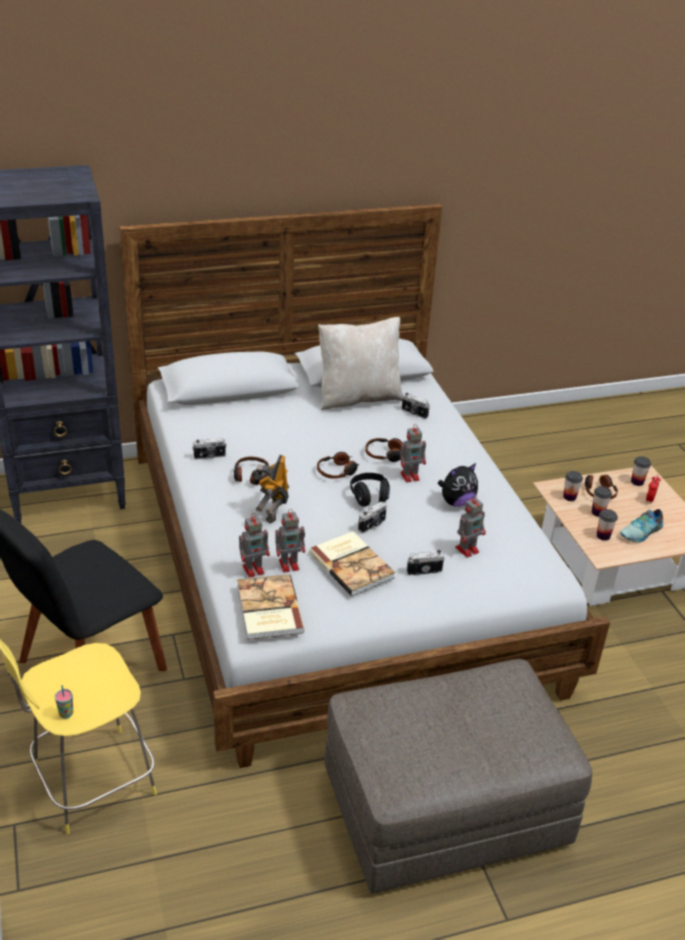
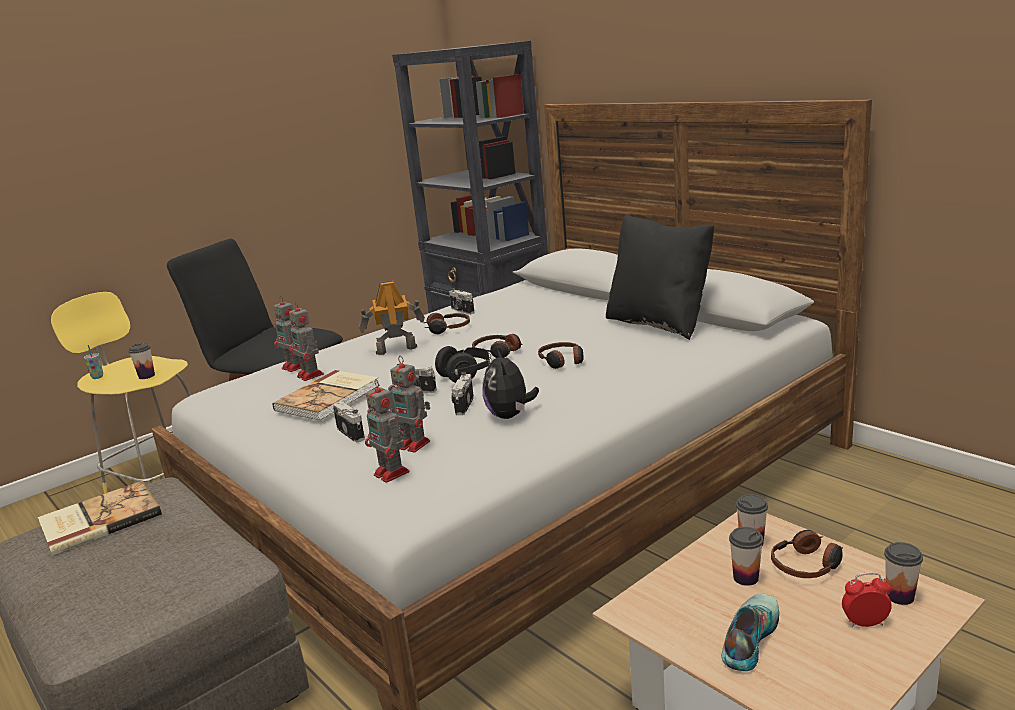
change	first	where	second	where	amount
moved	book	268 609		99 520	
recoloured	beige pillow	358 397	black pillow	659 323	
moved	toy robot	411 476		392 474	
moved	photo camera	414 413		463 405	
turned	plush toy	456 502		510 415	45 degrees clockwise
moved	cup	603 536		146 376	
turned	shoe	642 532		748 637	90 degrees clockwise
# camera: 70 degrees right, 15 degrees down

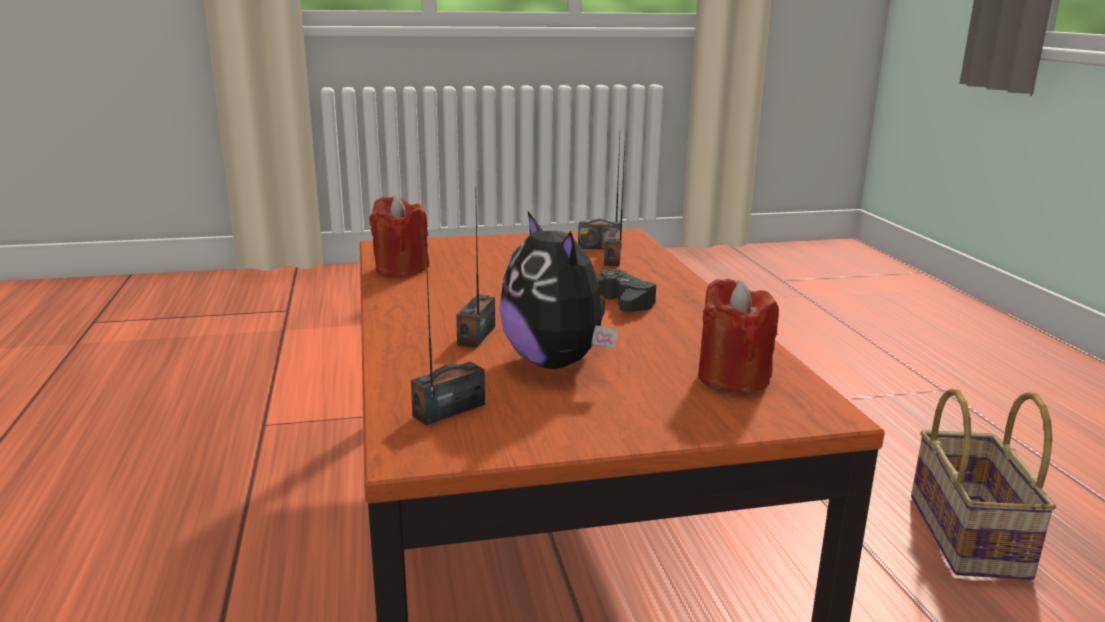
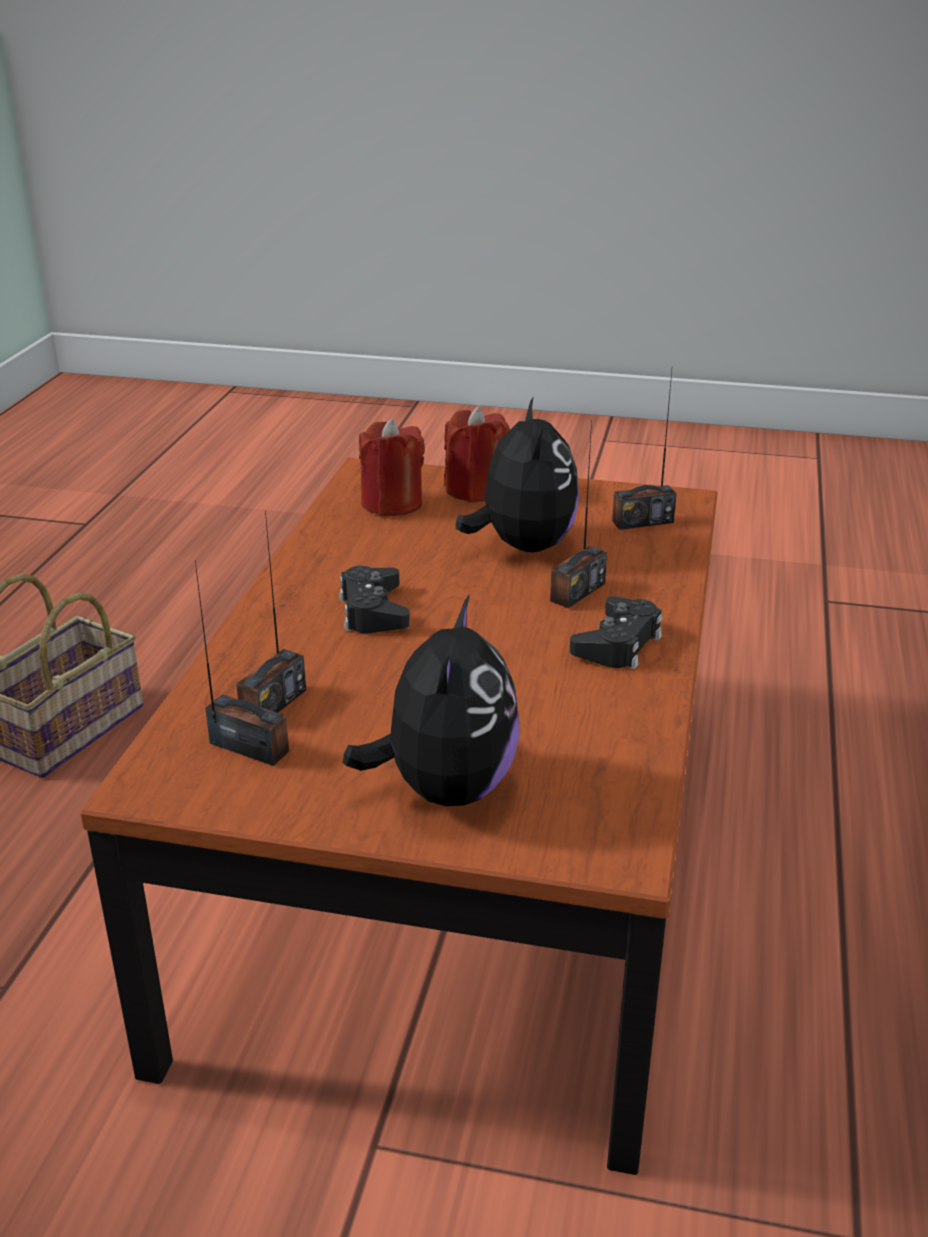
change	first	where	second	where	amount
moved	red candle	401 269		475 490	
added			plush toy	444 788	
added			black game controller	618 644	
# camera: 155 degrees left, 10 degrees up

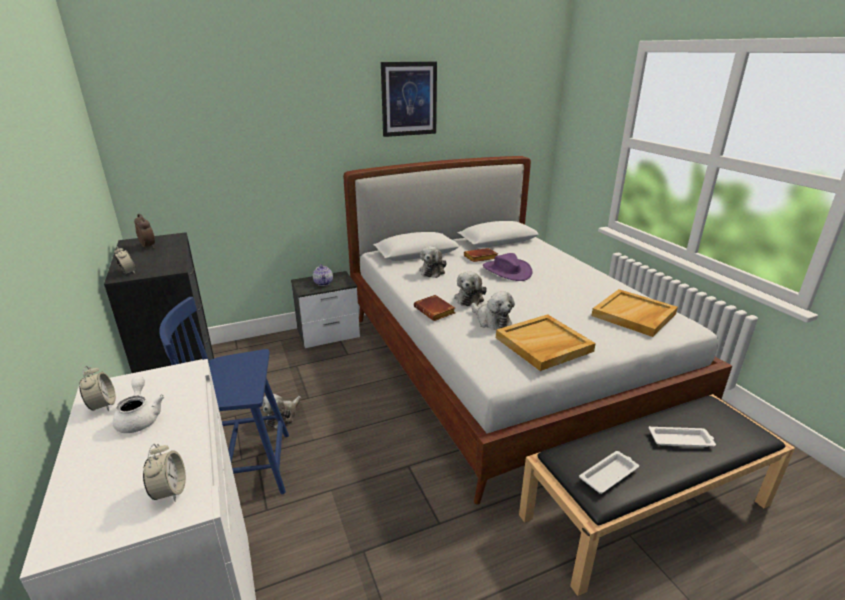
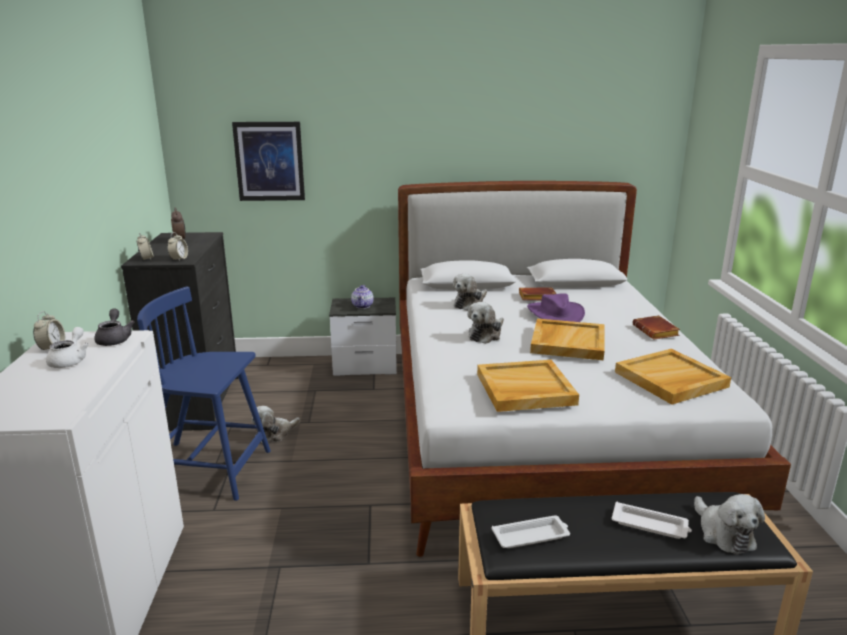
change	first	where	second	where	amount
moved	alarm clock	170 491		179 259	
moved	picture	409 99		269 161	
moved	brown book	436 311		657 332	
moved	plush toy	491 321		723 533	
added			grey teapot	114 339	
added			beige tray	567 342	
# camera: 20 degrees right, 5 degrees down

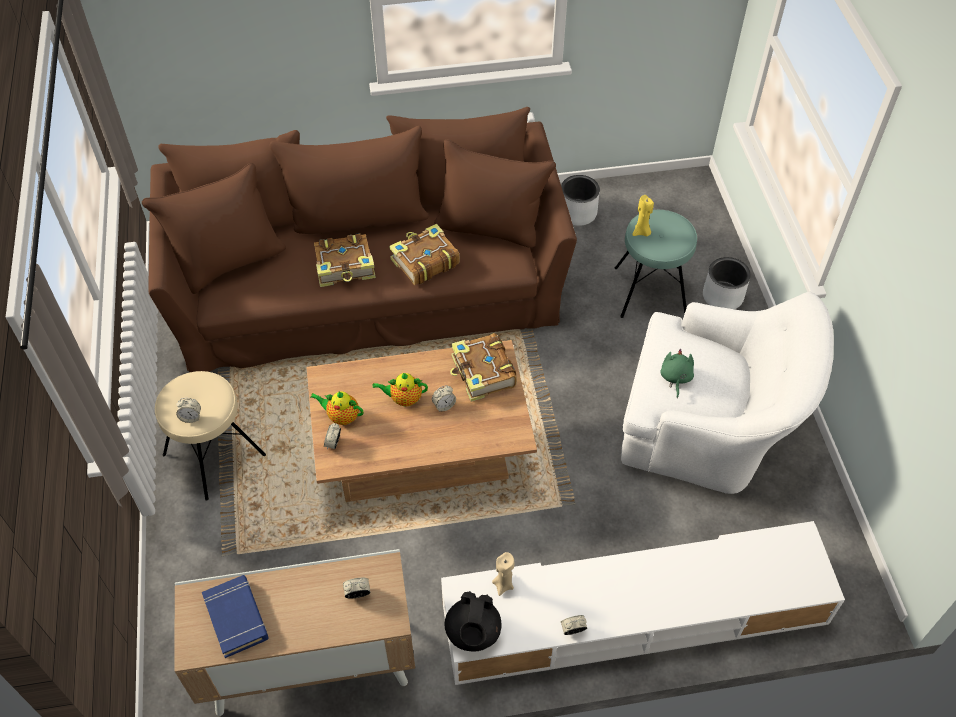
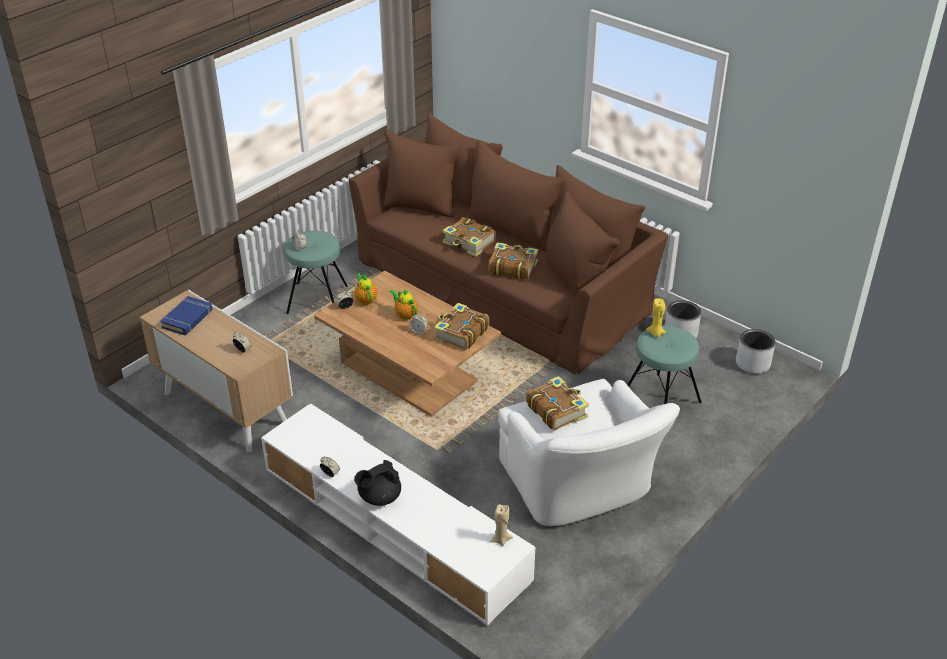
change	first	where	second	where	amount
recoloured	beige stool	214 454	turquoise stool	317 299	
moved	black teapot	473 633		379 497	
moved	beige candle	503 584		501 539	
replaced	green plush toy	675 378	book	556 410	
moved	grey planter	722 296		753 363	
# camera: 50 degrees right, 15 degrees down

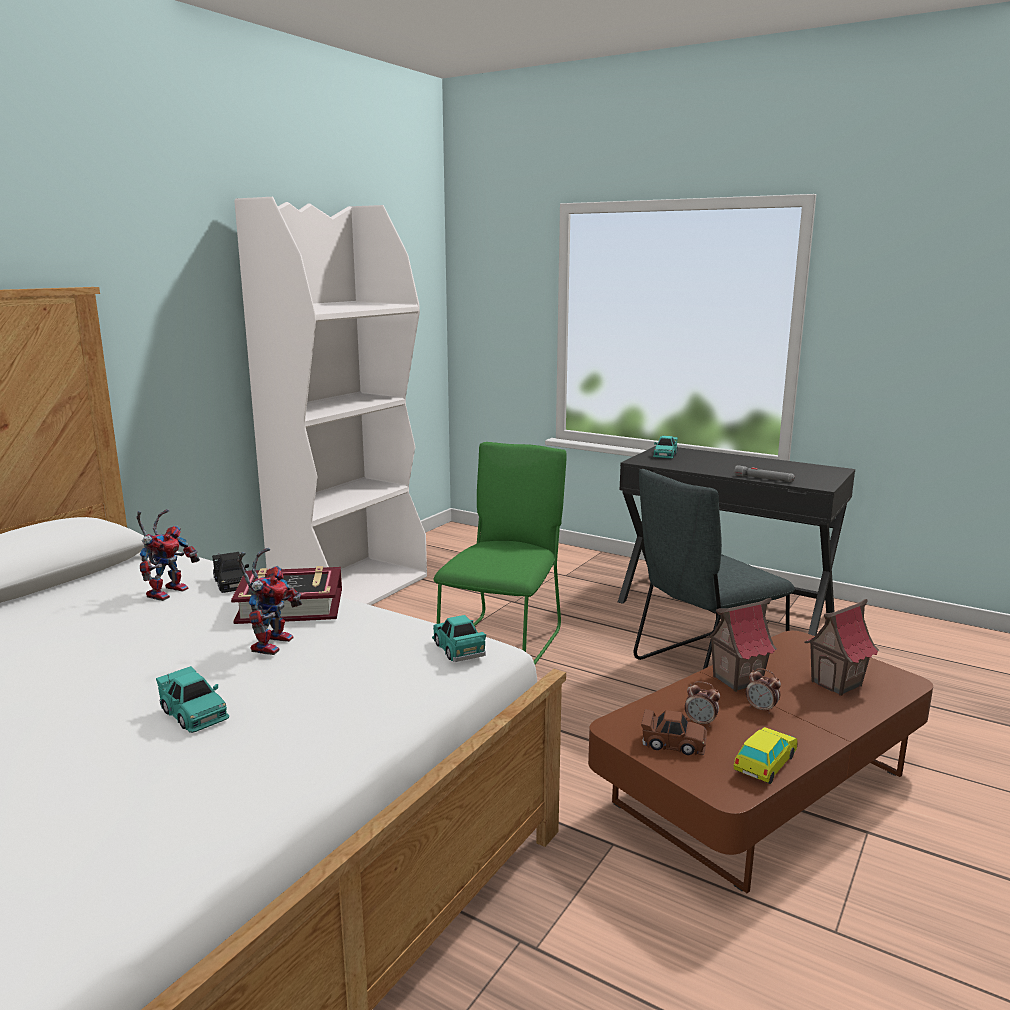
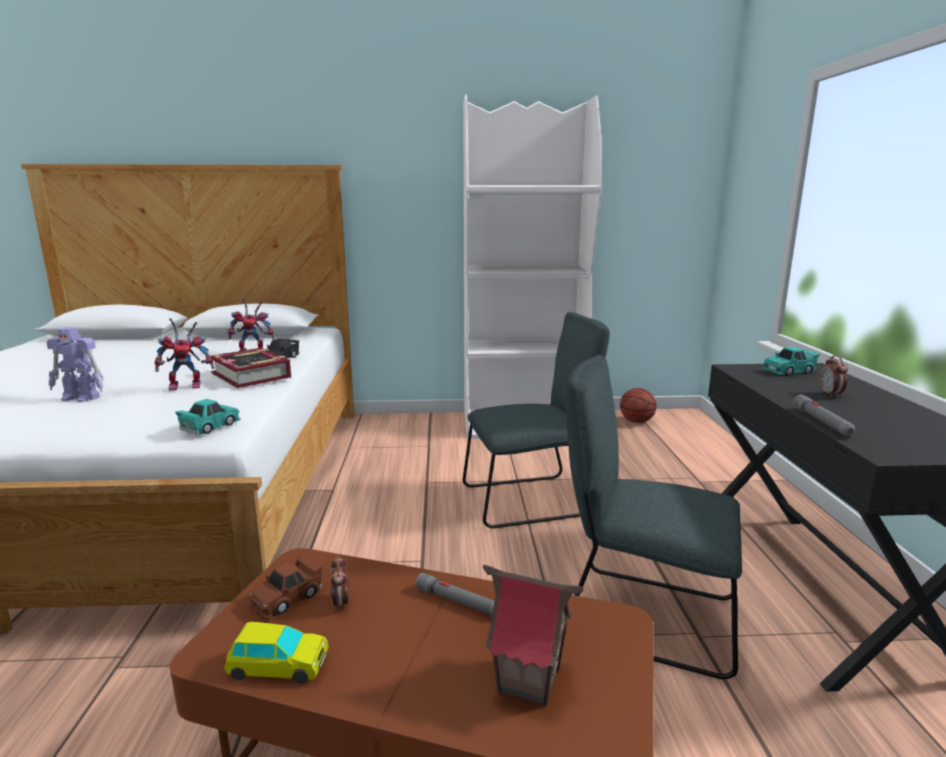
change	first	where	second	where	amount
replaced	turquoise toy car	194 713	toy robot	81 398	
recoloured	green chair	504 642	grey chair	532 500	
turned	brown toy car	673 744		287 598	60 degrees clockwise
replaced	toy house	736 680	grey flashlight	458 602	
moved	alarm clock	761 709		831 394	
added			basketball	636 421	
# camera: 55 degrees right, 0 degrees up

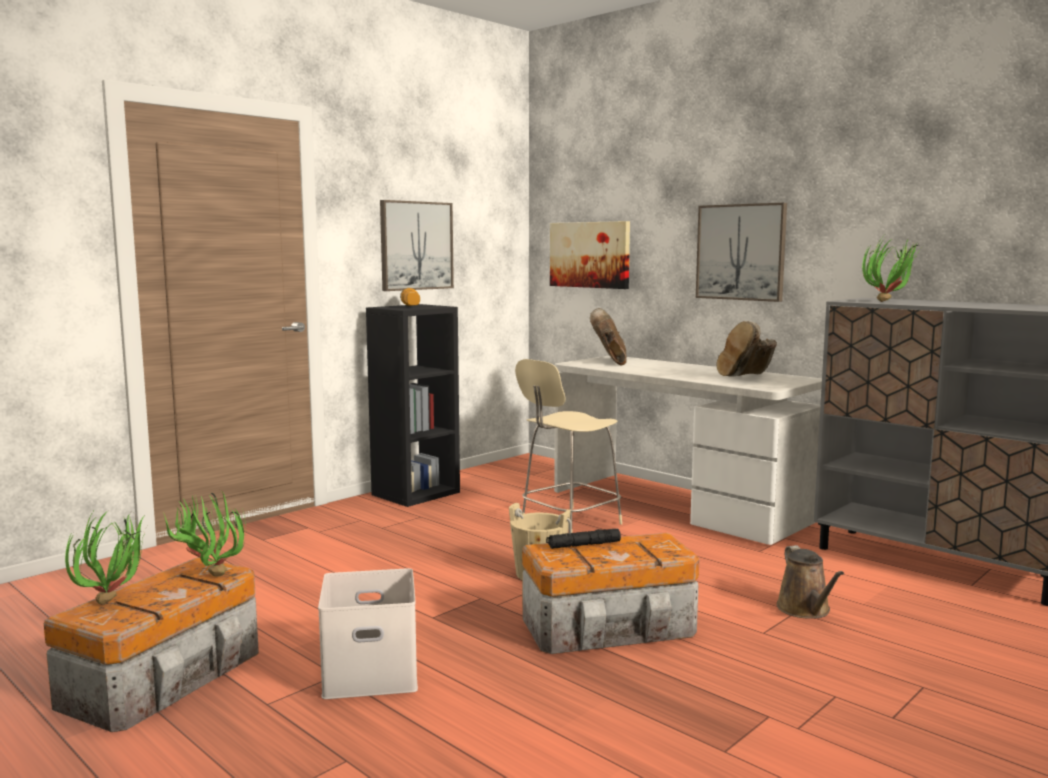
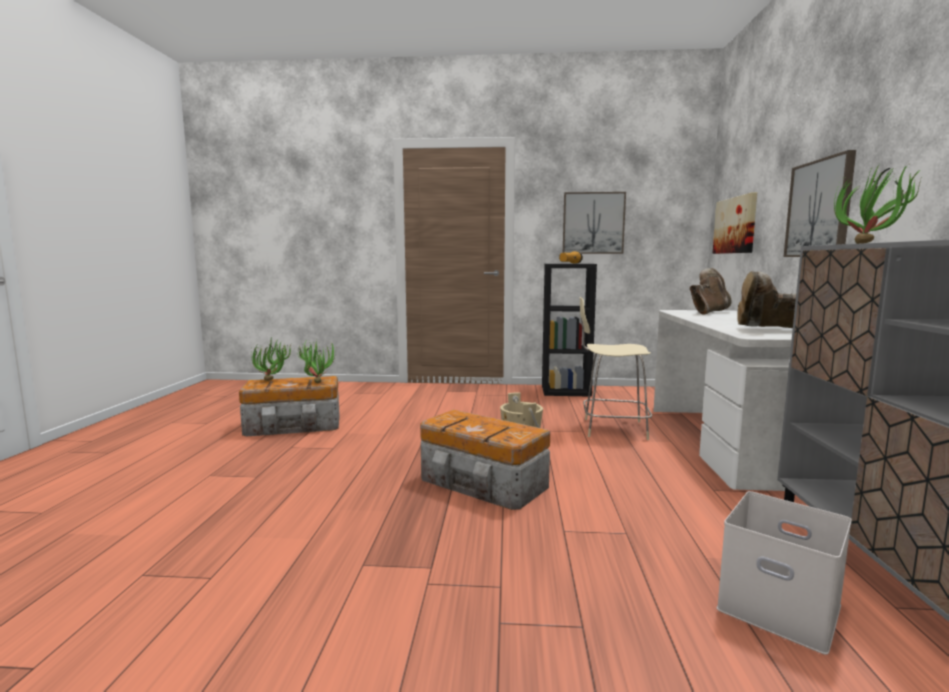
change	first	where	second	where	amount
moved	white storage box	372 671		781 606	
removed	black flashlight	583 545			
removed	brown watering can	806 610			
# camera: 50 degrees right, 0 degrees up

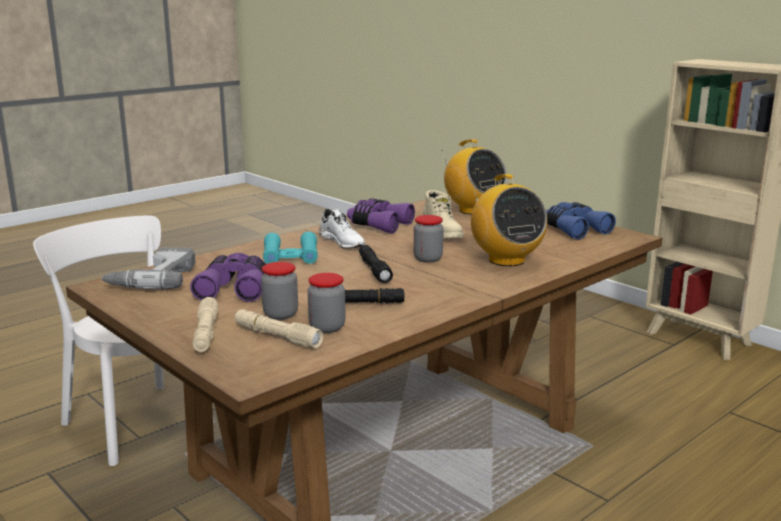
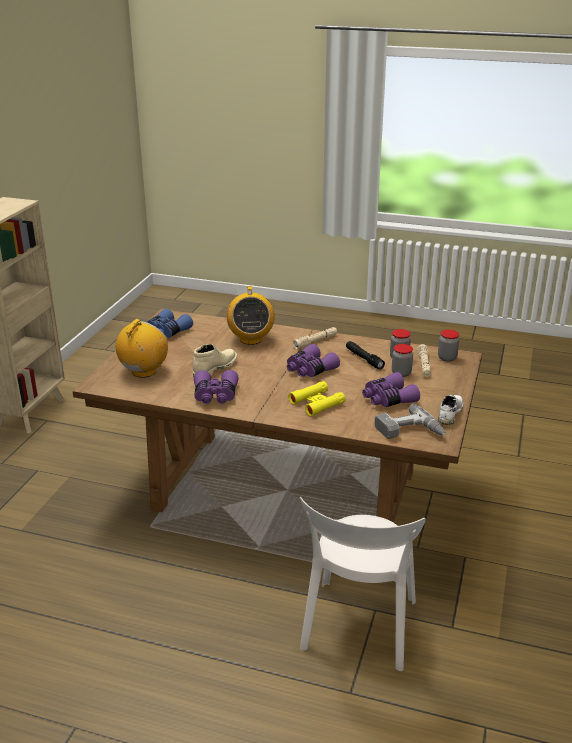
change	first	where	second	where	amount
moved	beige flashlight	206 333		315 342	
recoloured	turquoise binoculars	290 256	yellow binoculars	316 403	
moved	white shoe	343 242		449 413	
replaced	black flashlight	374 270	purple binoculars	310 369	
moved	jar	428 259		447 358	
turned	radio	506 260		250 339	135 degrees clockwise
# camera: 120 degrees left, 10 degrees up

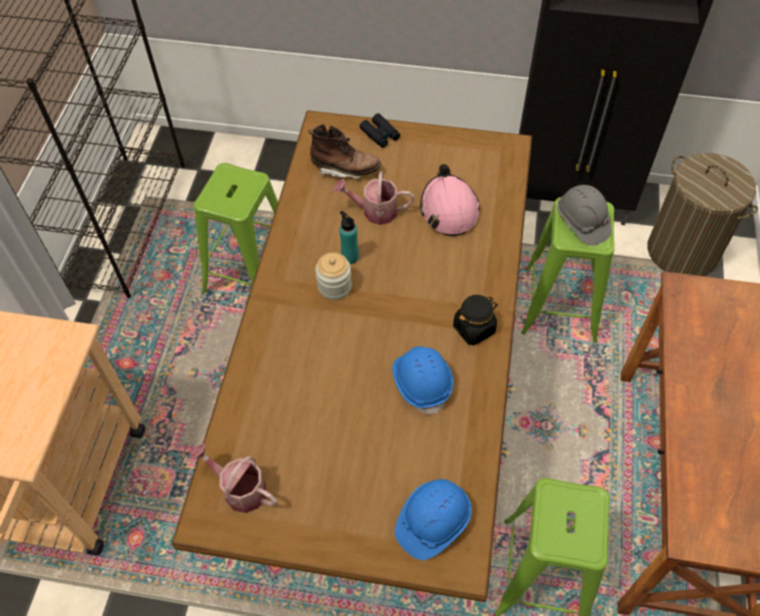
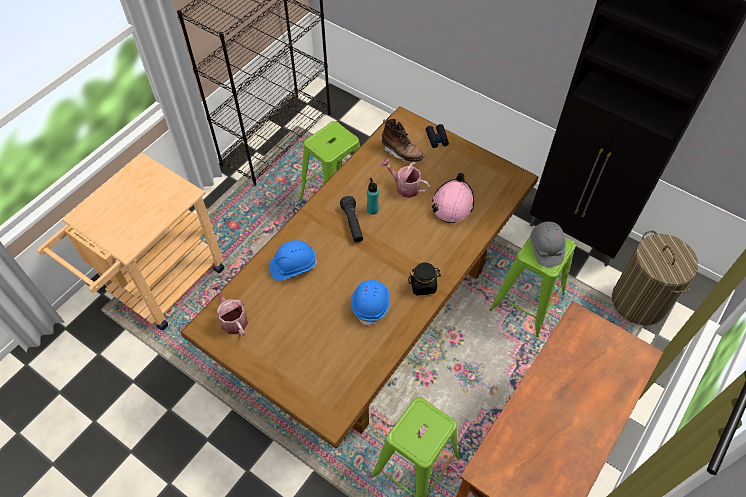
change	first	where	second	where	amount
replaced	jar	334 286	black flashlight	352 224	
moved	blue hard hat	432 522		293 266	
# camera: 25 degrees right, 0 degrees up

